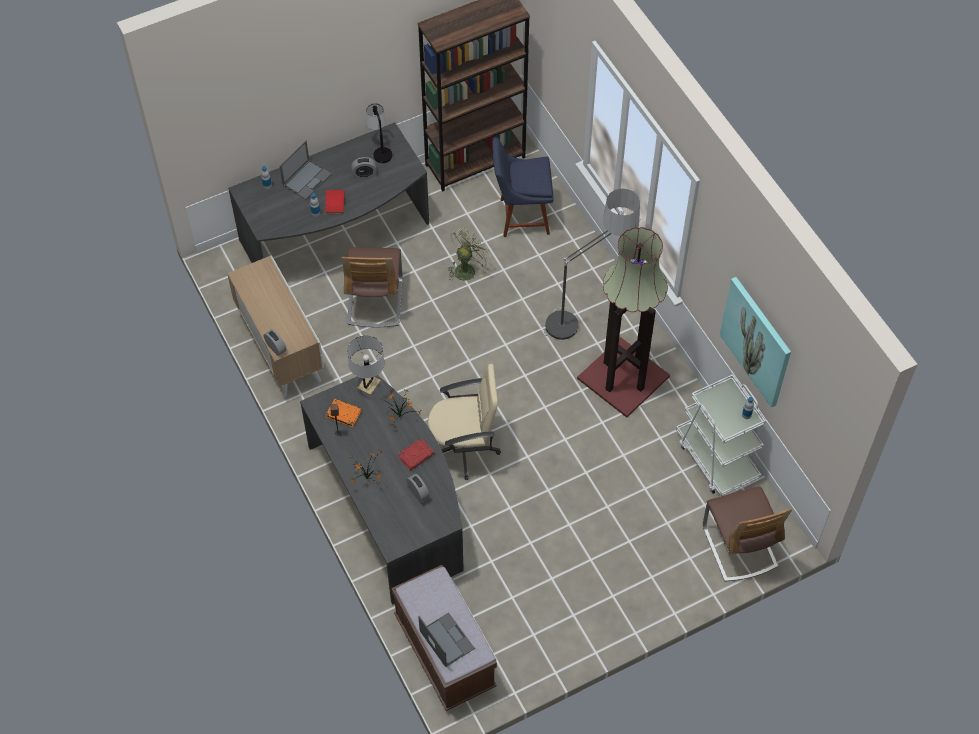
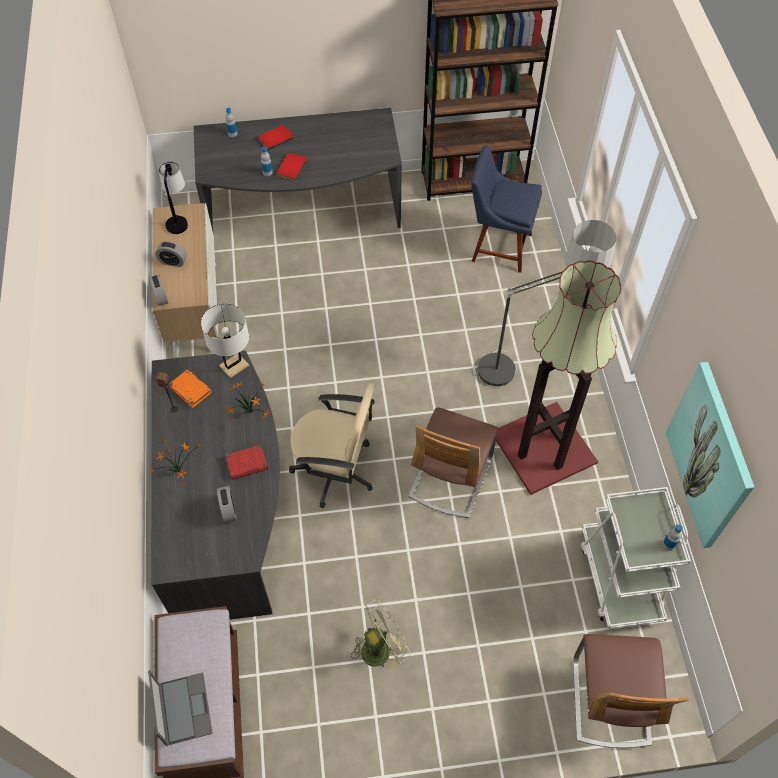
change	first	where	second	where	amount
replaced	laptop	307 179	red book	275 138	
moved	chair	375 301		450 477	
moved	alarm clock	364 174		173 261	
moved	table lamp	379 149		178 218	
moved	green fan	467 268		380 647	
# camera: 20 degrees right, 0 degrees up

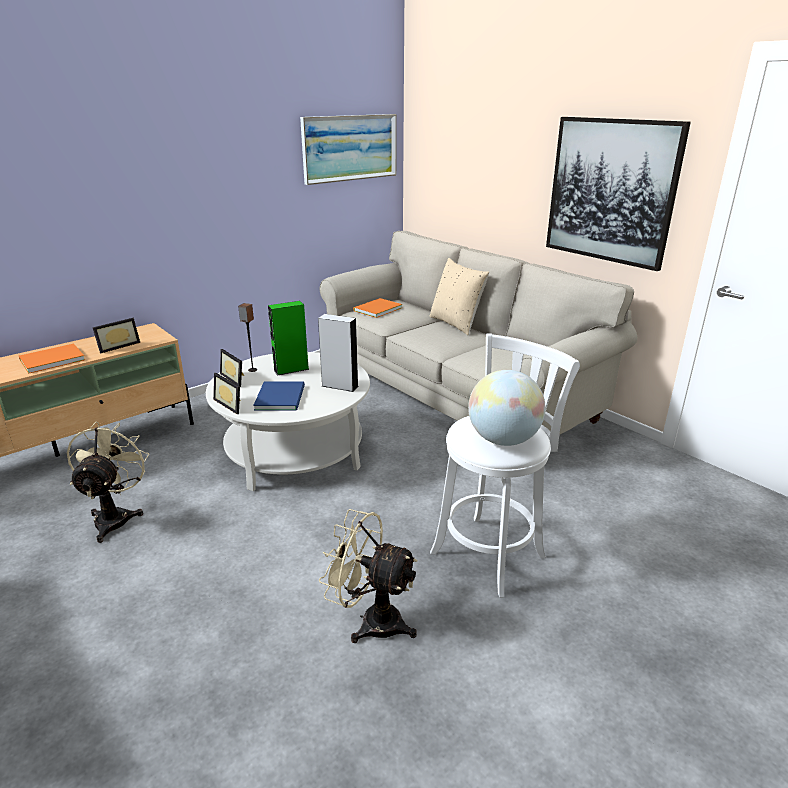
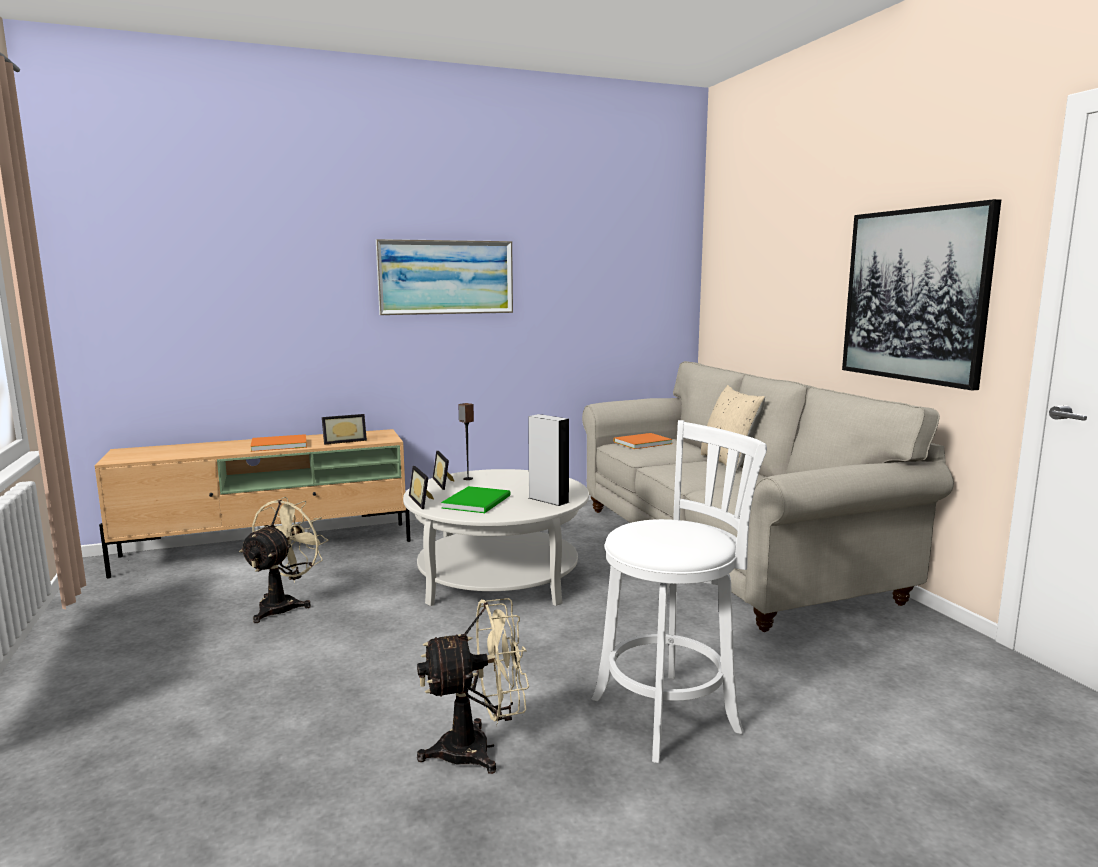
change	first	where	second	where	amount
recoloured	blue book	282 397	green book	479 501	
removed	green speaker	291 370			
moved	picture	350 148		446 277	
turned	beige fan	371 620		478 749	120 degrees clockwise
removed	globe	503 440			
# camera: 20 degrees right, 15 degrees down

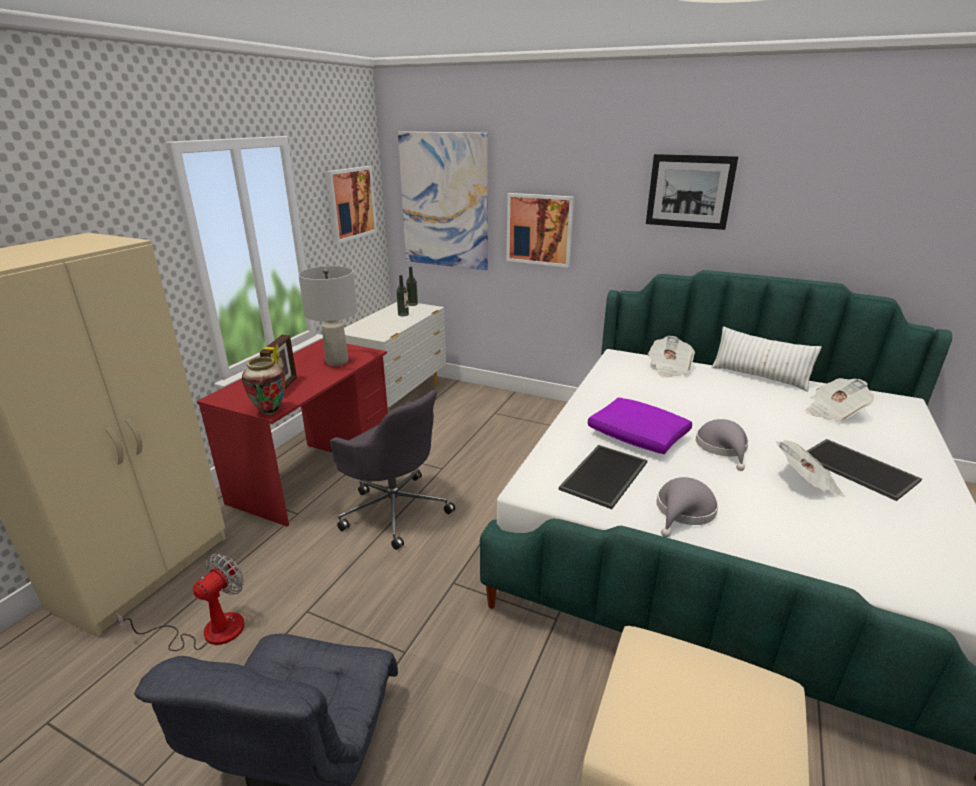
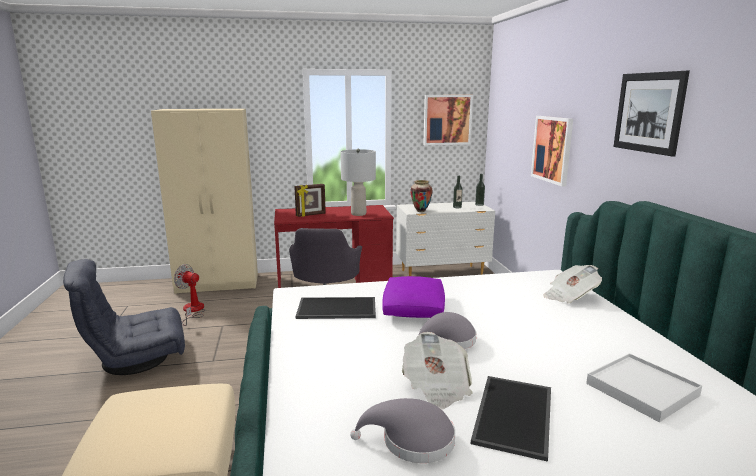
change	first	where	second	where	amount
turned	fan	208 631		193 311	150 degrees counterclockwise
moved	vase	270 412		421 211	
removed	picture	444 201			
moved	grey hat	683 511		412 441	
removed	white pillow	759 377			
replaced	newspaper	833 412	white tray	641 389	
# camera: 55 degrees right, 10 degrees down

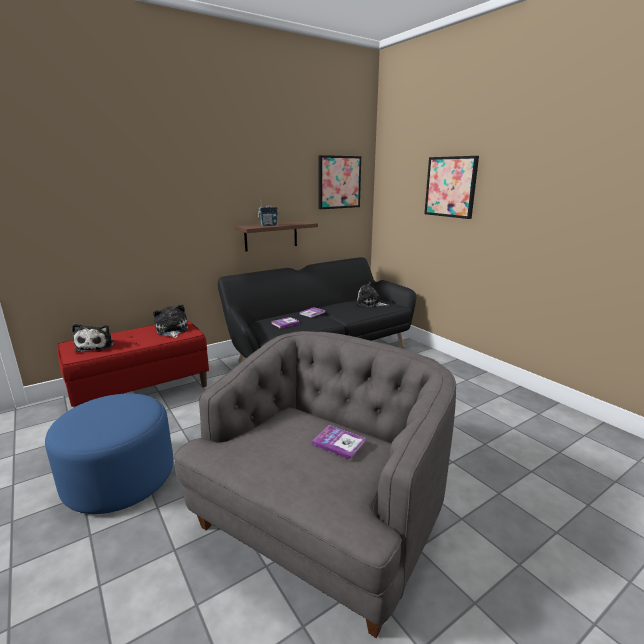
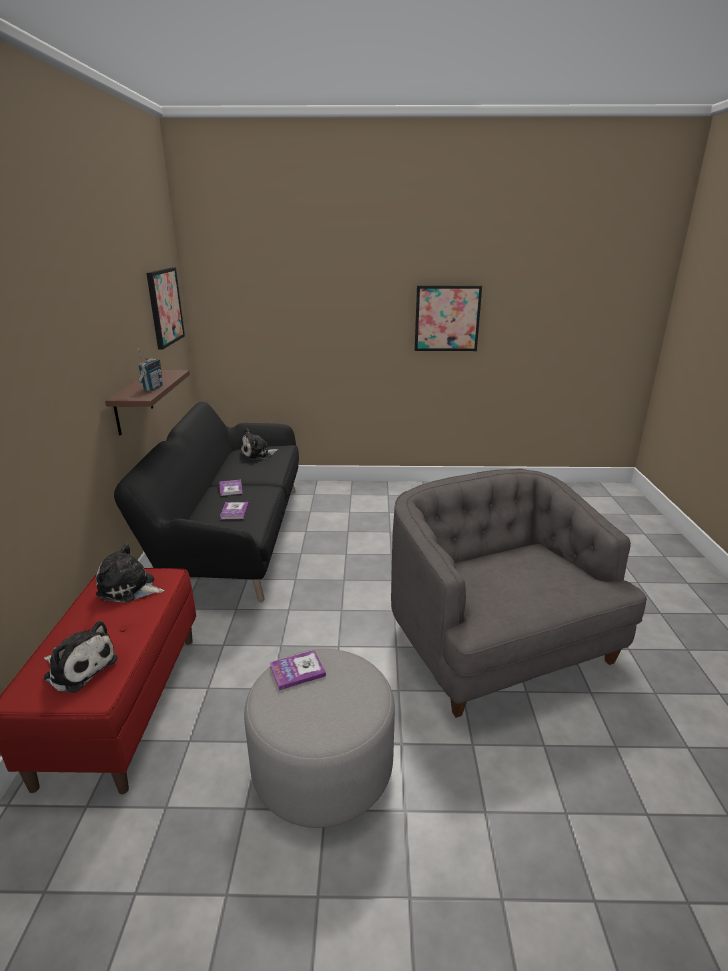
change	first	where	second	where	amount
recoloured	blue ottoman	120 479	grey ottoman	323 767	
moved	book	339 443		297 671	
moved	picture	451 187		447 318	
# camera: 55 degrees left, 5 degrees up

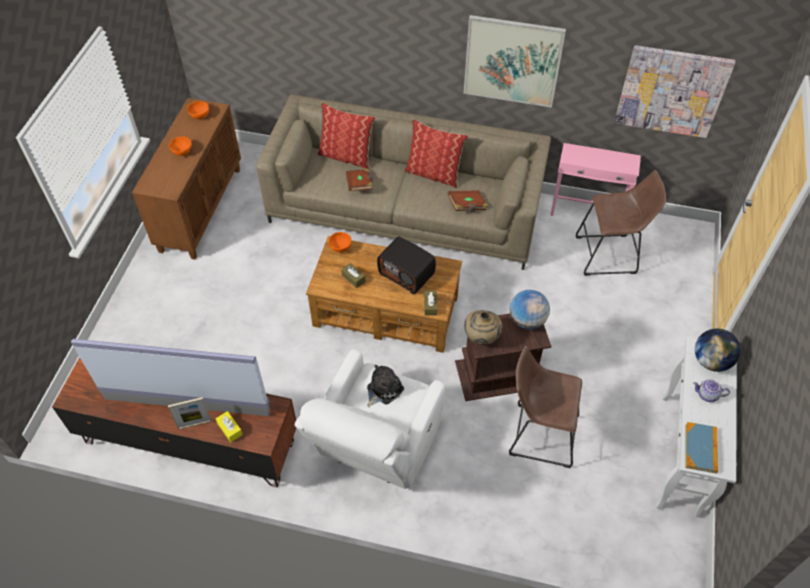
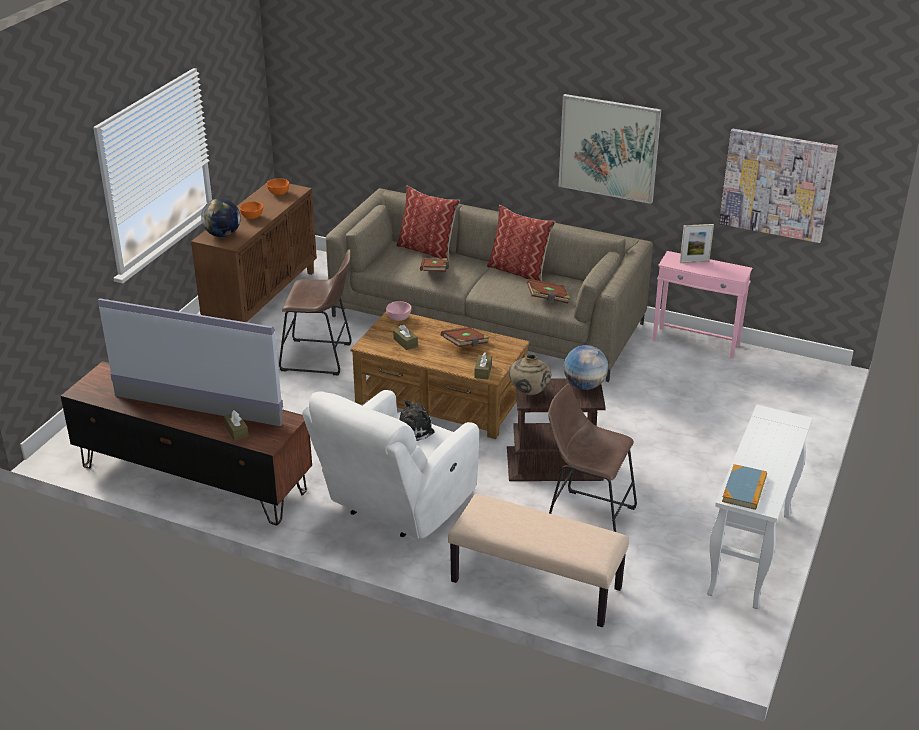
change	first	where	second	where	amount
moved	picture frame	195 424		694 262	
recoloured	yellow tissue box	230 429	brown tissue box	236 431	
recoloured	orange bowl	340 247	pink bowl	398 318	
replaced	radio	407 274	brown book	465 345	
moved	brown stool	609 255		320 358	
removed	teapot	707 395			
moved	globe	711 361		222 234	
added			beige bench	535 585	
# camera: 10 degrees right, 20 degrees down

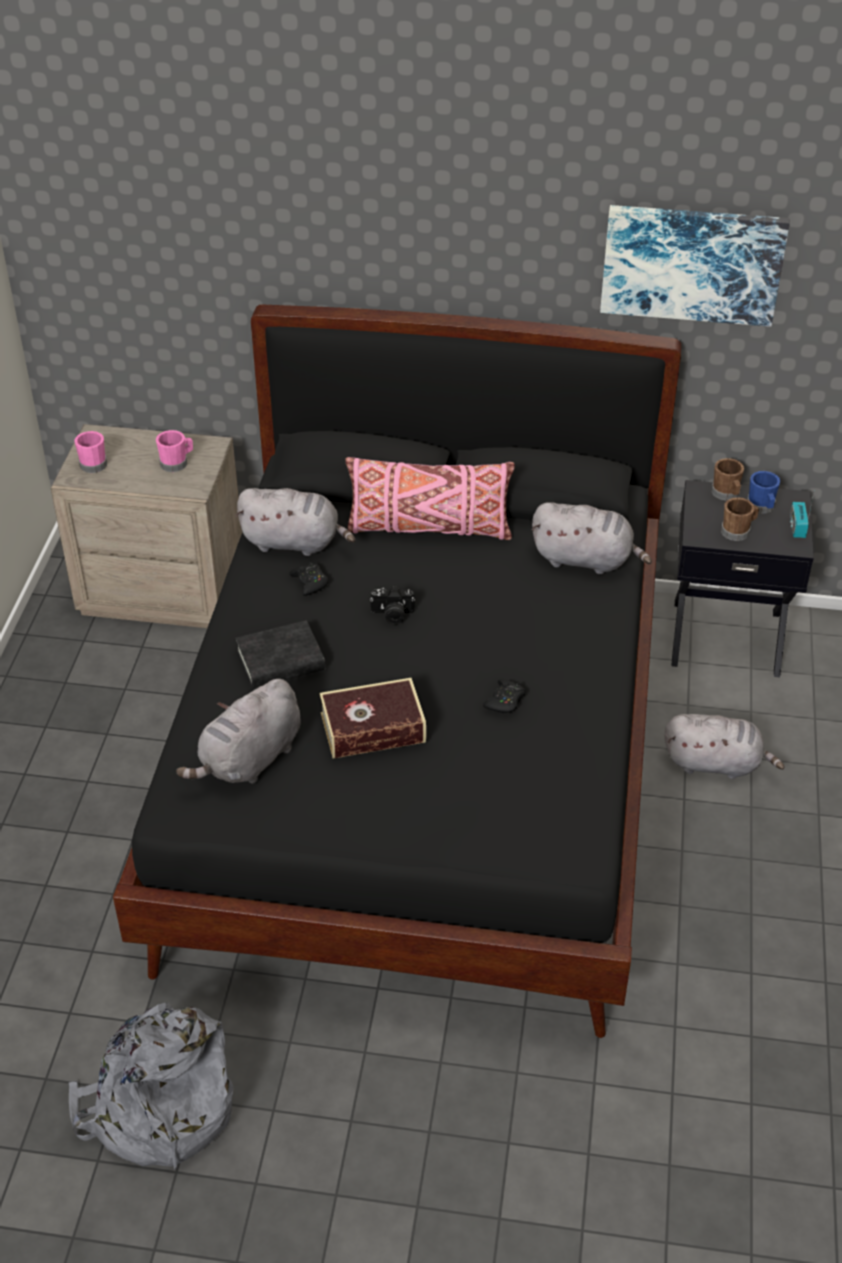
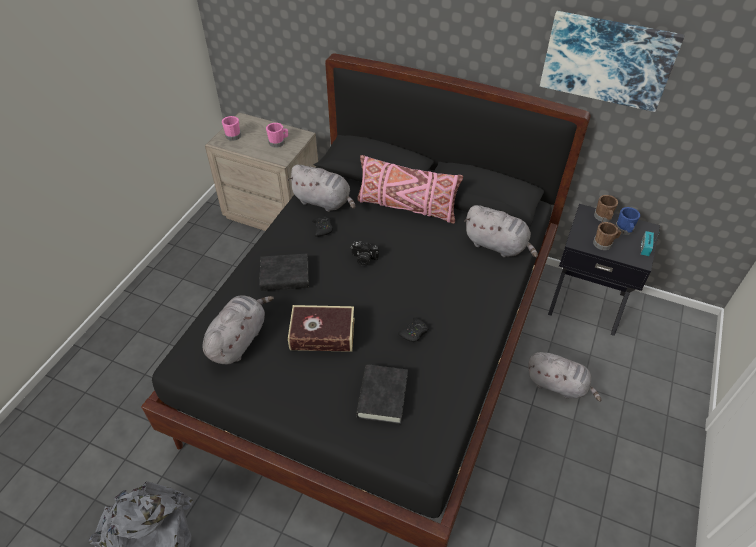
change	first	where	second	where	amount
turned	grey plush toy	249 760		239 339	150 degrees clockwise
added			black book	382 397	
# camera: 15 degrees right, 5 degrees up

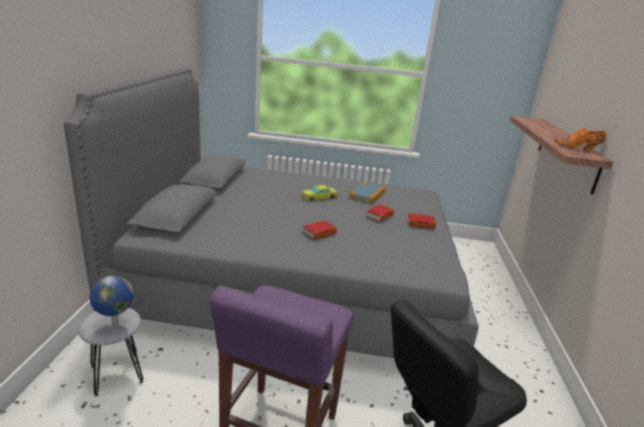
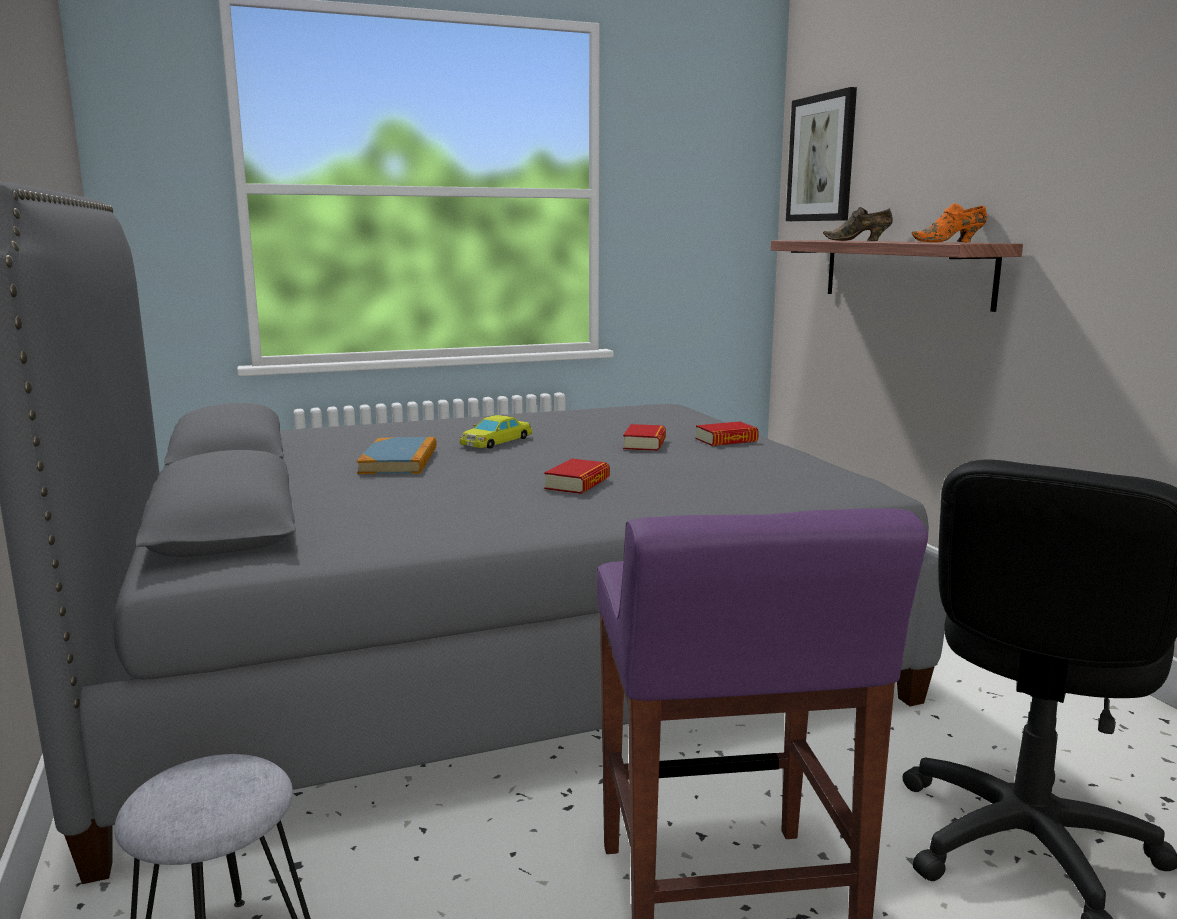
change	first	where	second	where	amount
removed	globe	115 326			
moved	book	367 195		399 461	
added			picture	822 158	
added			brown shoe	859 240	
# camera: 25 degrees left, 10 degrees down

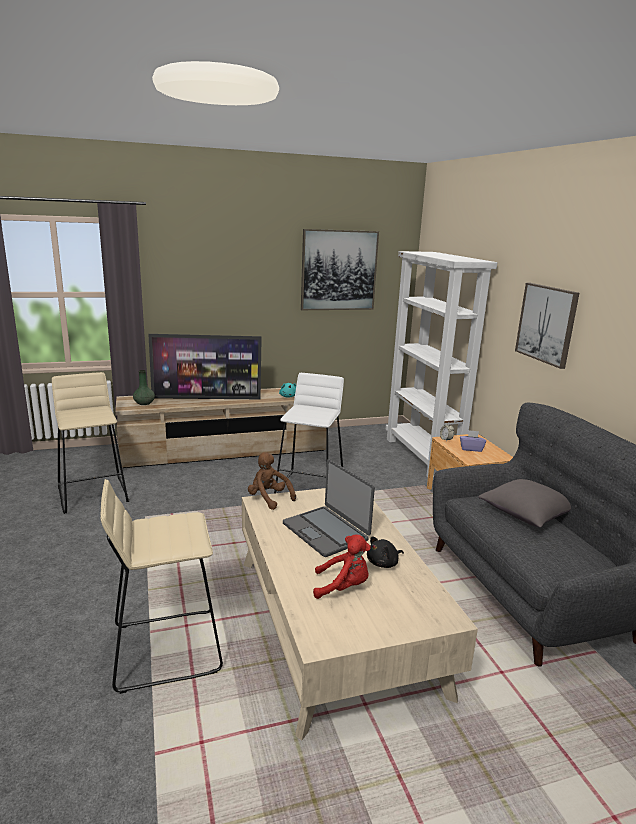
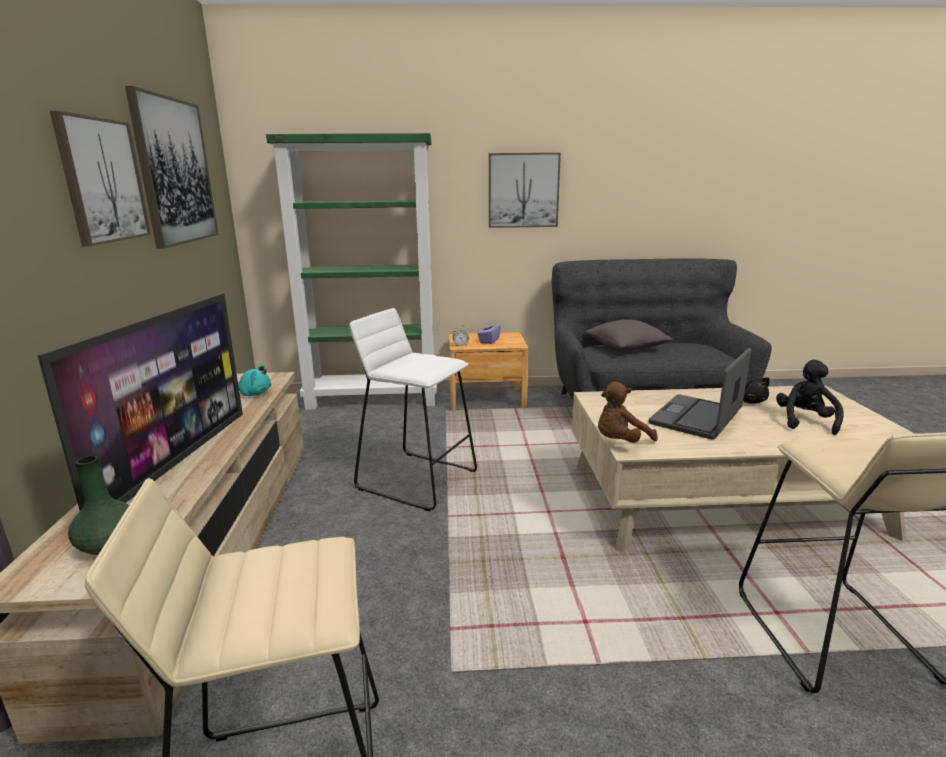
change	first	where	second	where	amount
turned	laptop	326 531		696 418	150 degrees clockwise
recoloured	red plush toy	343 587	black plush toy	805 421	
recoloured	white bookcase	423 457	green bookcase	373 399	
added			picture	102 180	
# camera: 75 degrees left, 0 degrees up

